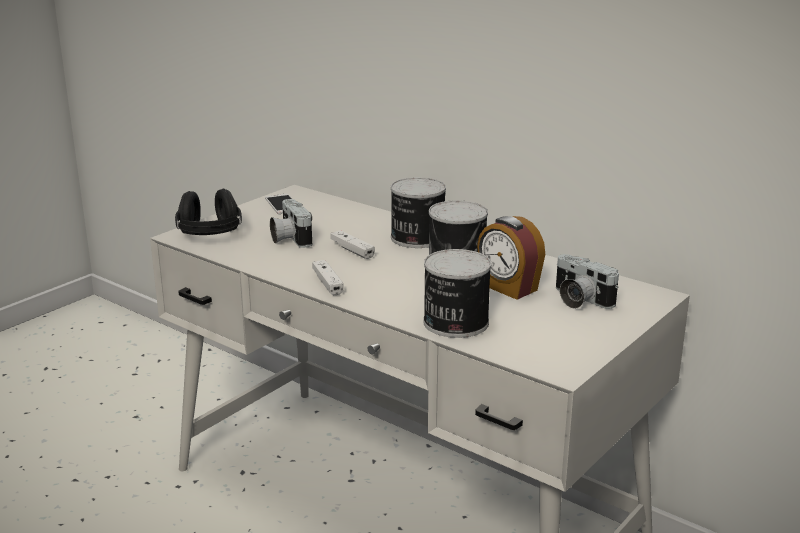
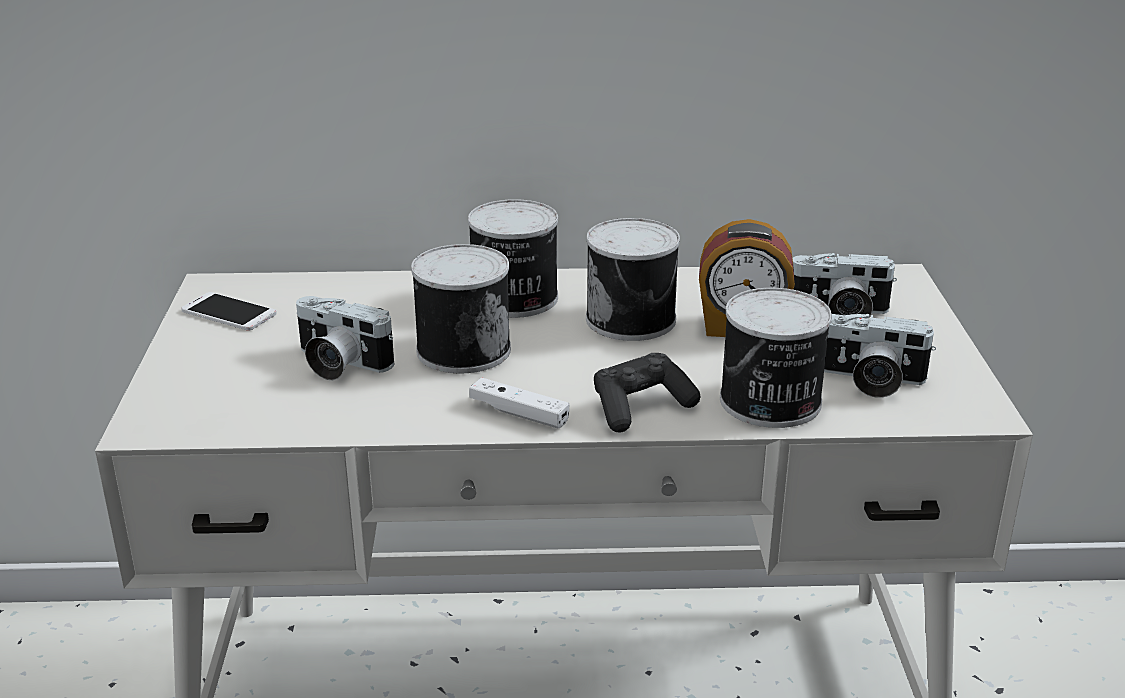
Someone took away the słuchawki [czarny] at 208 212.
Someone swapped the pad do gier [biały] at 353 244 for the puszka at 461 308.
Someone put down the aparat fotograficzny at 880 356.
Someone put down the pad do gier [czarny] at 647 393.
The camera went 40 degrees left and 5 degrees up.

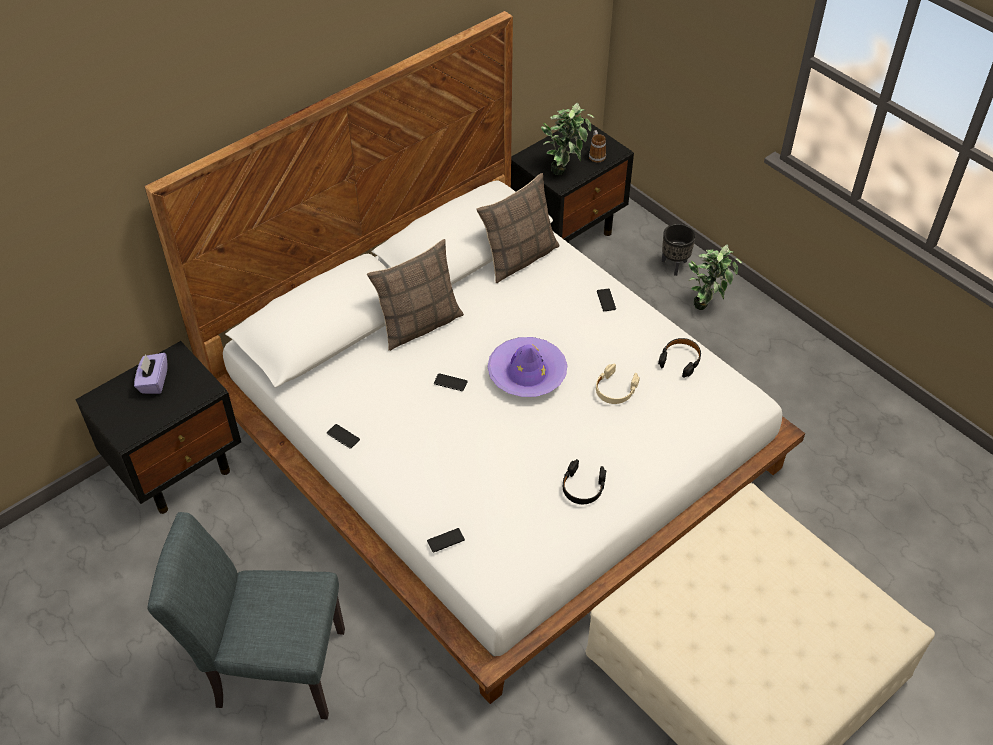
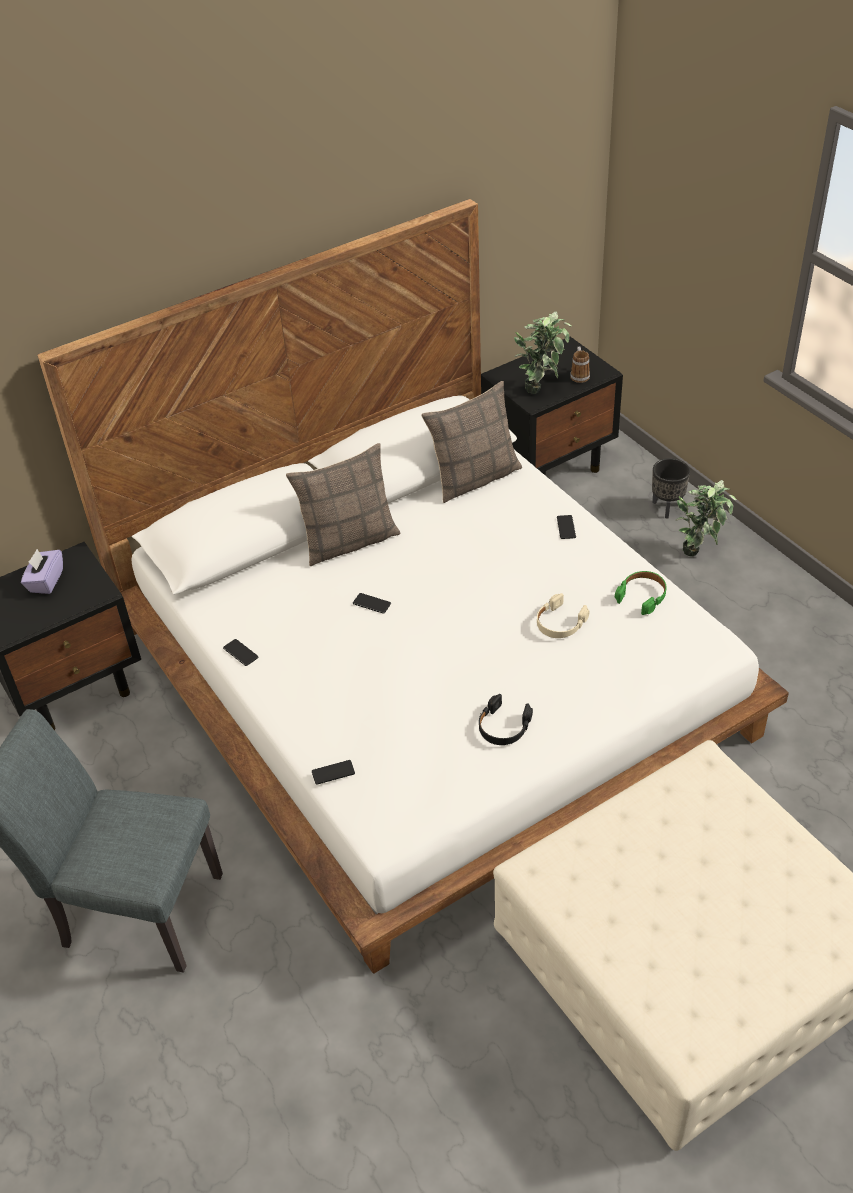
Someone took away the kapelusz [fioletowy] at 527 367.
Someone repainted the słuchawki [czarny] at 679 358, which became the słuchawki [zielony] at 641 593.
The camera went 10 degrees right and 5 degrees down.

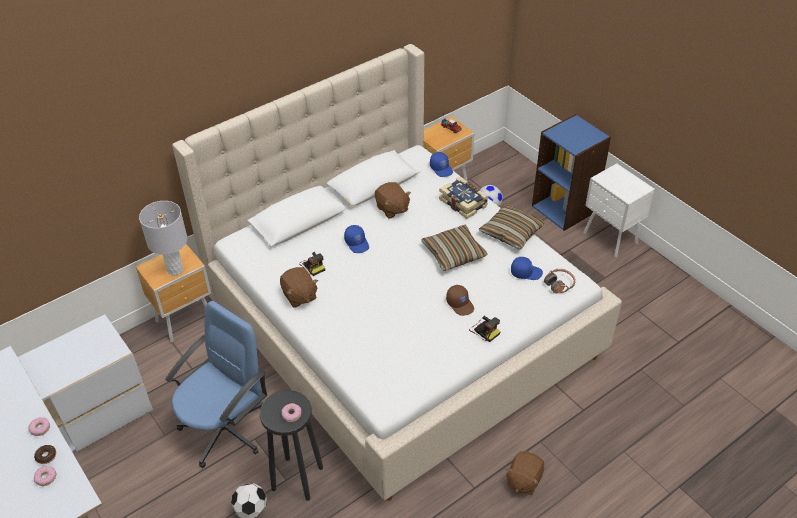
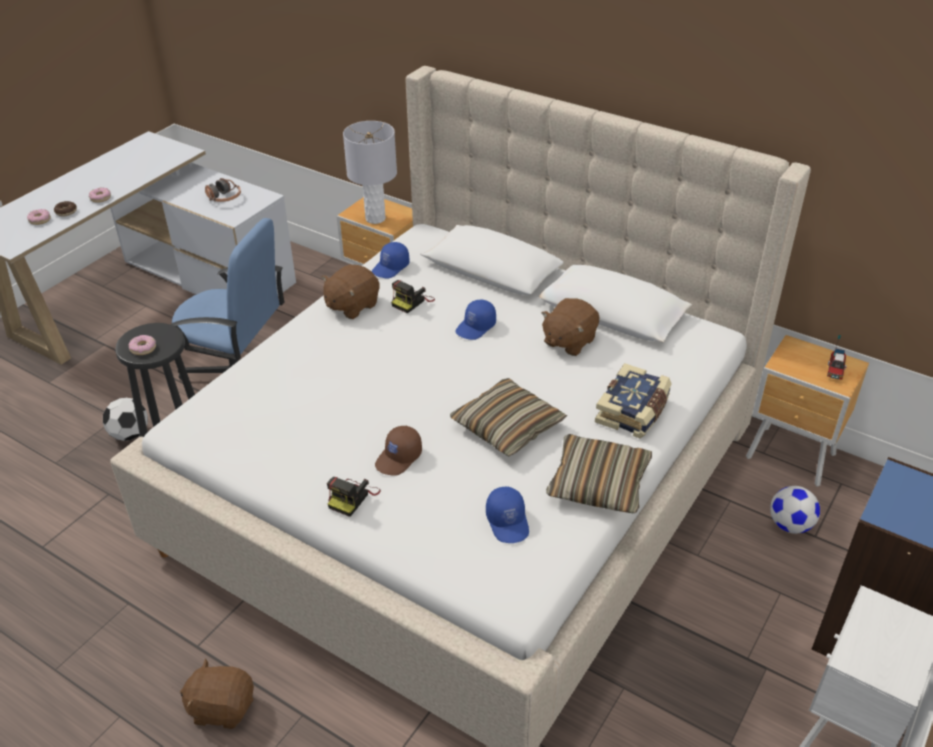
Someone carried the czapka z daszkiem [niebieski] from 441 164 to 391 260.
Someone carried the słuchawki from 560 281 to 223 190.
The camera went 70 degrees right and 5 degrees down.

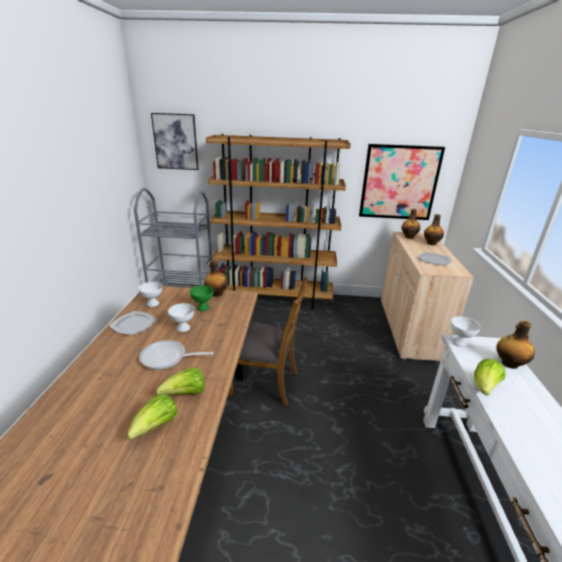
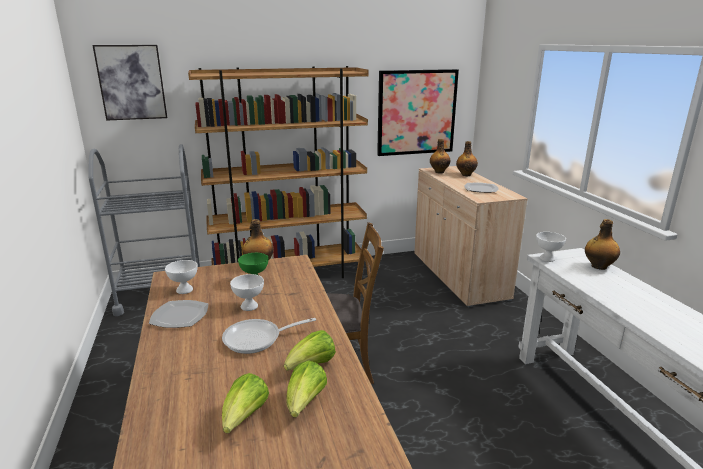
Someone carried the sałata from 490 377 to 245 403.
The camera went 20 degrees left and 5 degrees down.

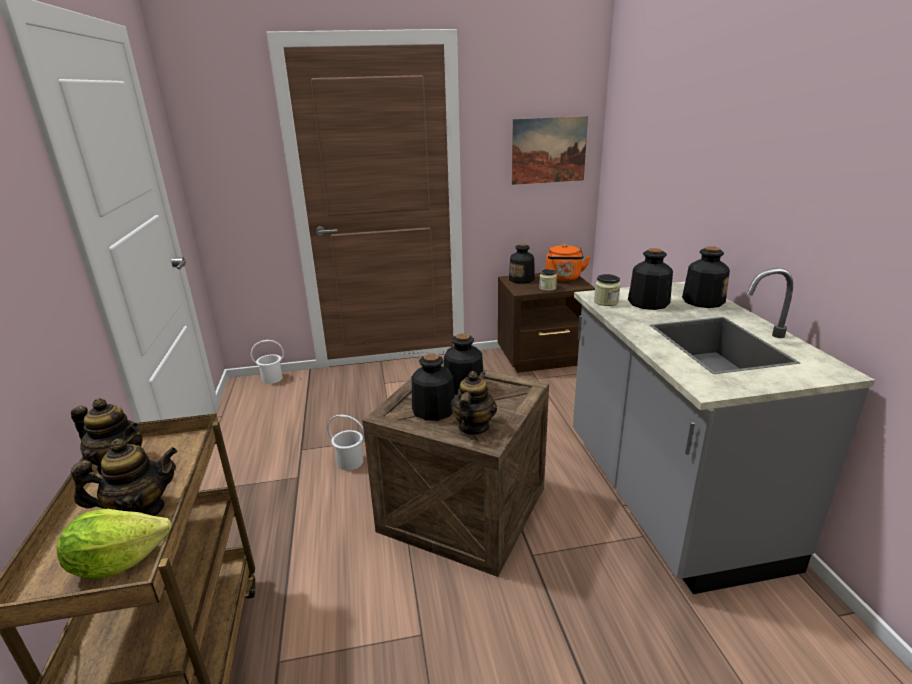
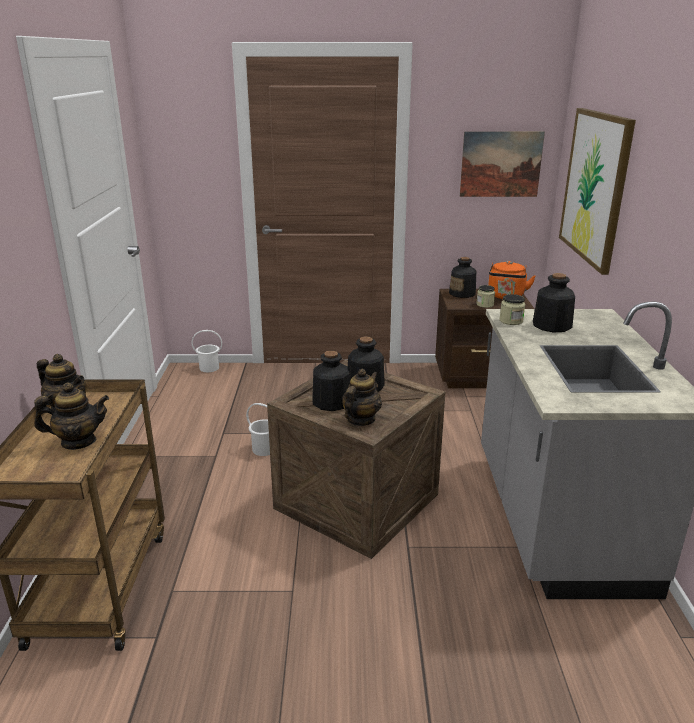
Someone took away the butelka at 706 277.
Someone took away the sałata at 114 544.
Someone put up the obraz at 597 191.
The camera went 10 degrees right and 0 degrees up.

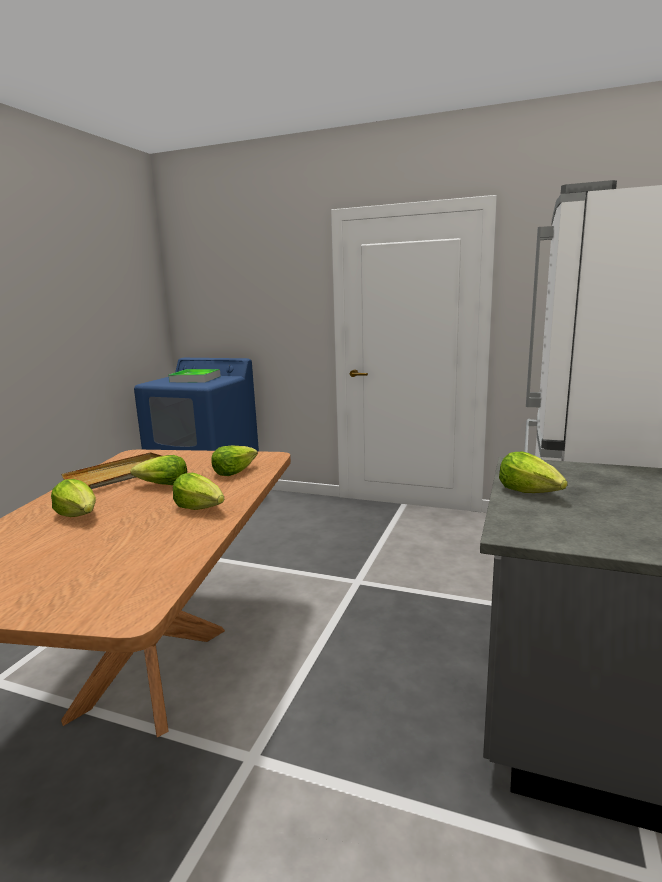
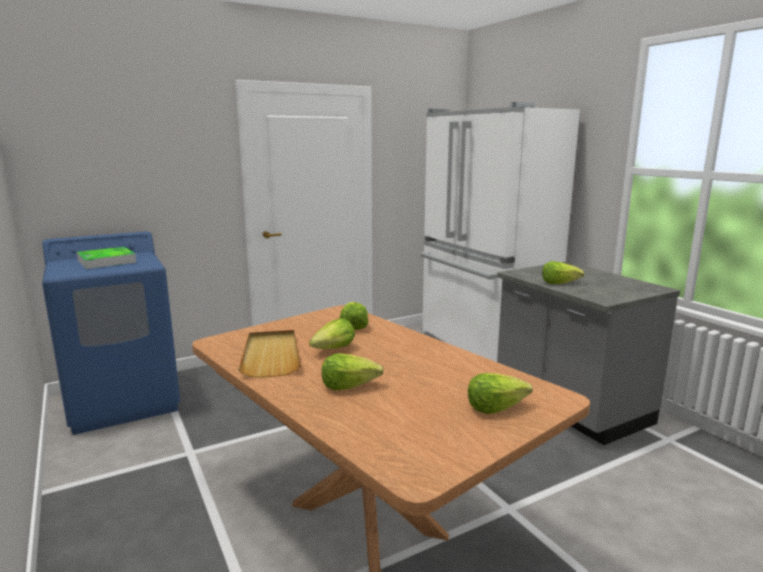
Someone carried the sałata from 199 491 to 500 393.
The camera went 50 degrees left and 0 degrees up.

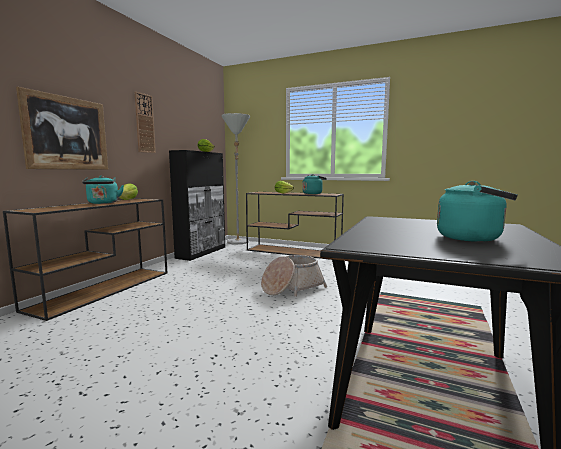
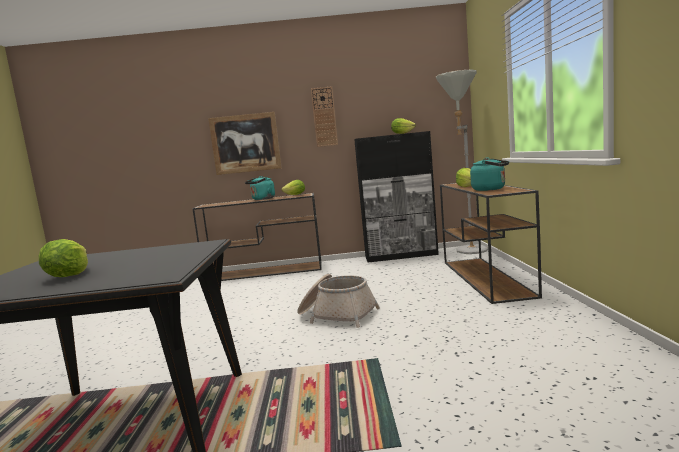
Someone swapped the czajnik [turkusowy] at 477 211 for the sałata at 63 258.
The camera went 65 degrees right and 0 degrees up.

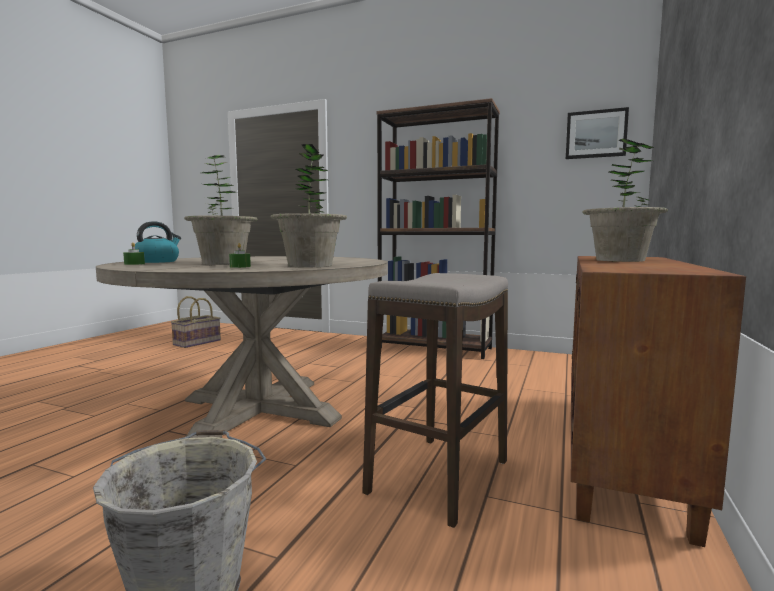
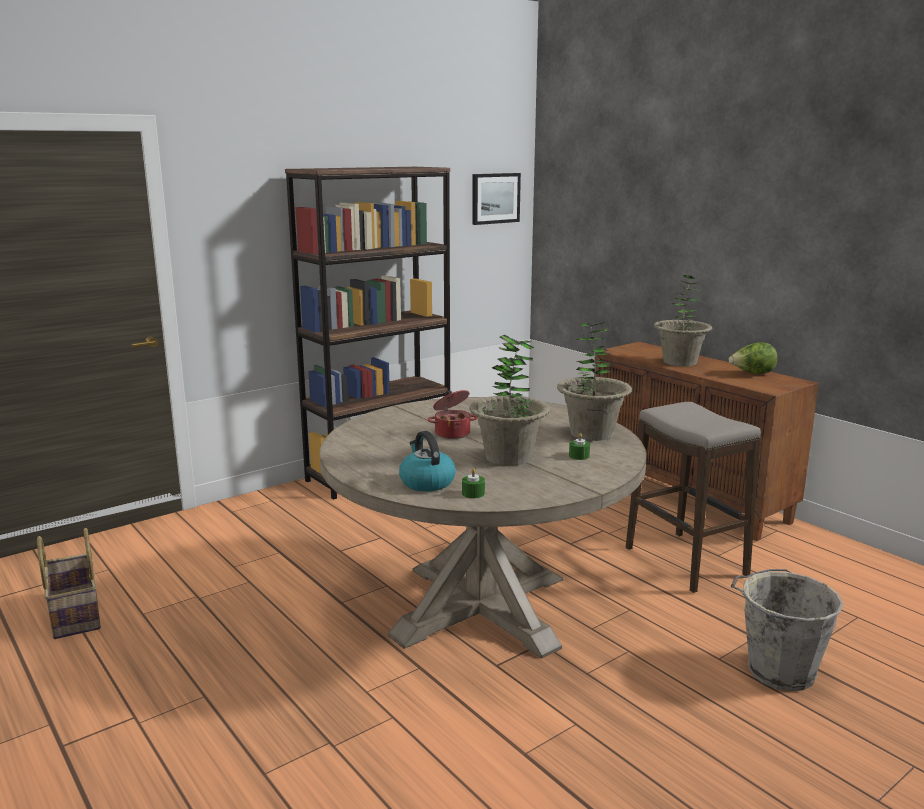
Someone put down the sałata at 753 358.
Someone put down the garnek at 452 414.
The camera went 60 degrees left and 10 degrees up.

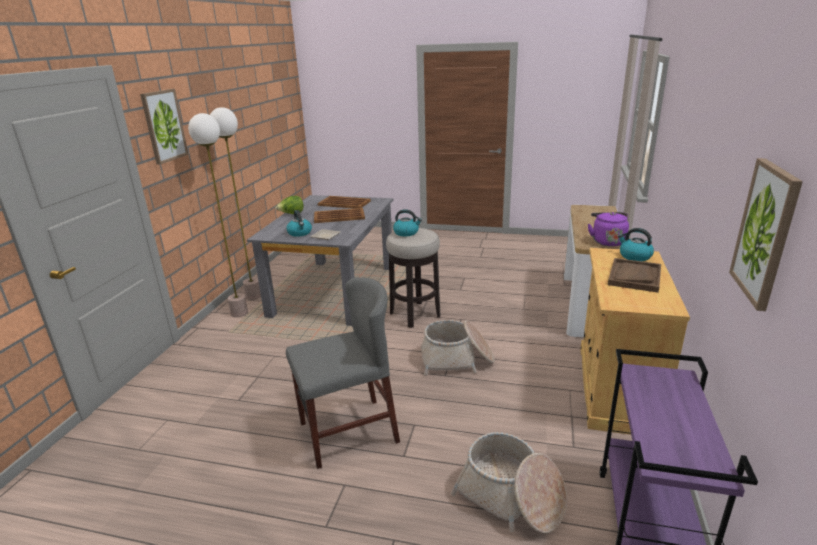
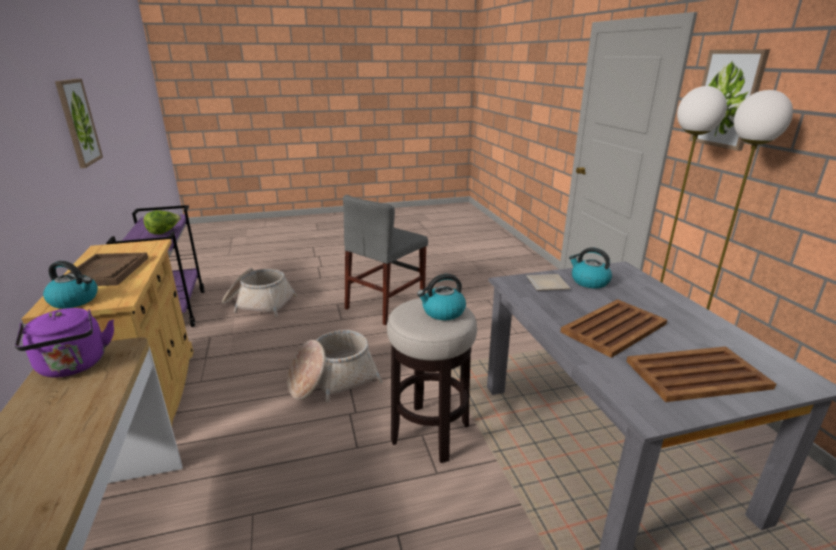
Someone carried the sałata from 290 205 to 162 222.
The camera went 150 degrees right and 0 degrees up.

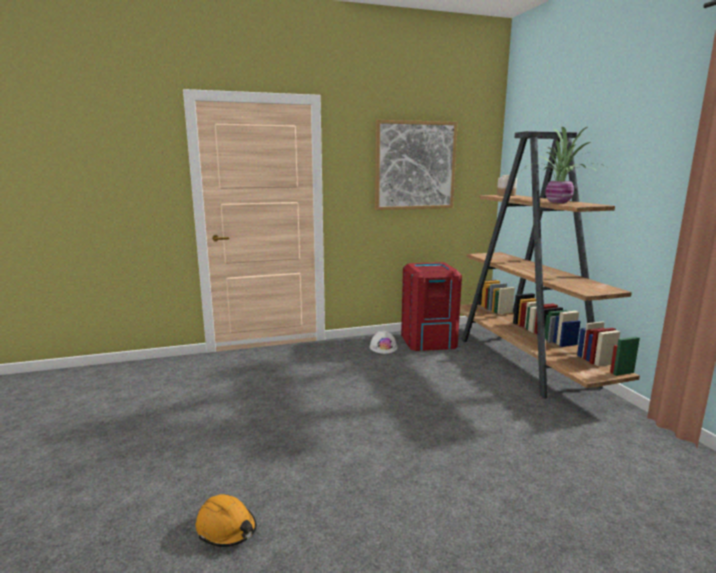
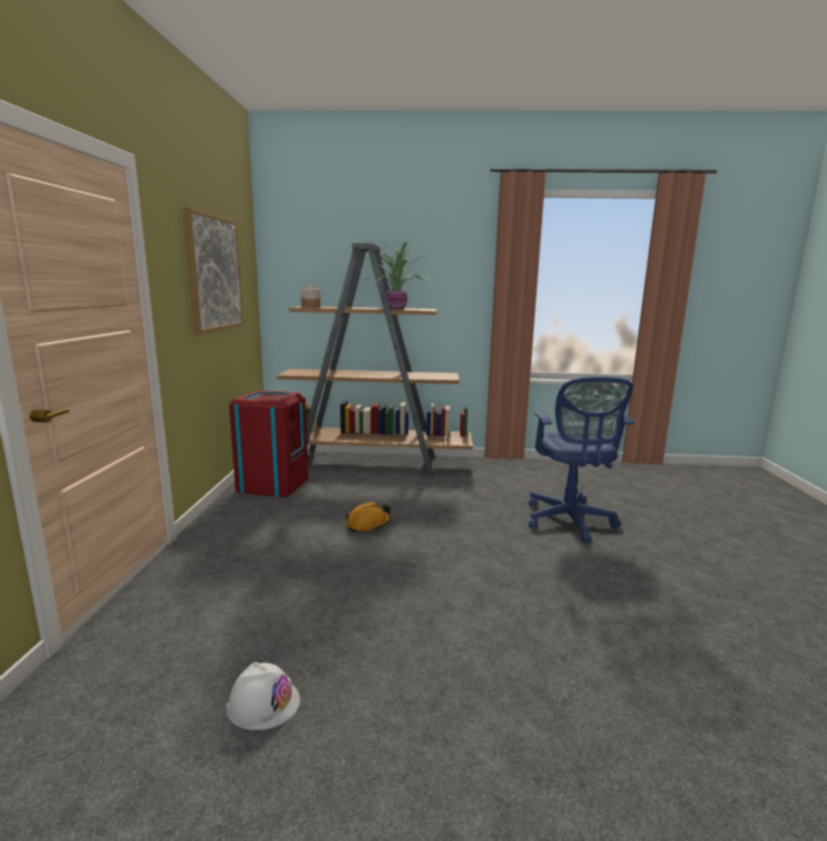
Someone carried the kask [biały] from 383 342 to 263 696.
Someone carried the kask [pomarańczowy] from 226 520 to 368 517.
Someone put down the krzesło biurowe [niebieski] at 581 460.
The camera went 70 degrees left and 0 degrees up.

